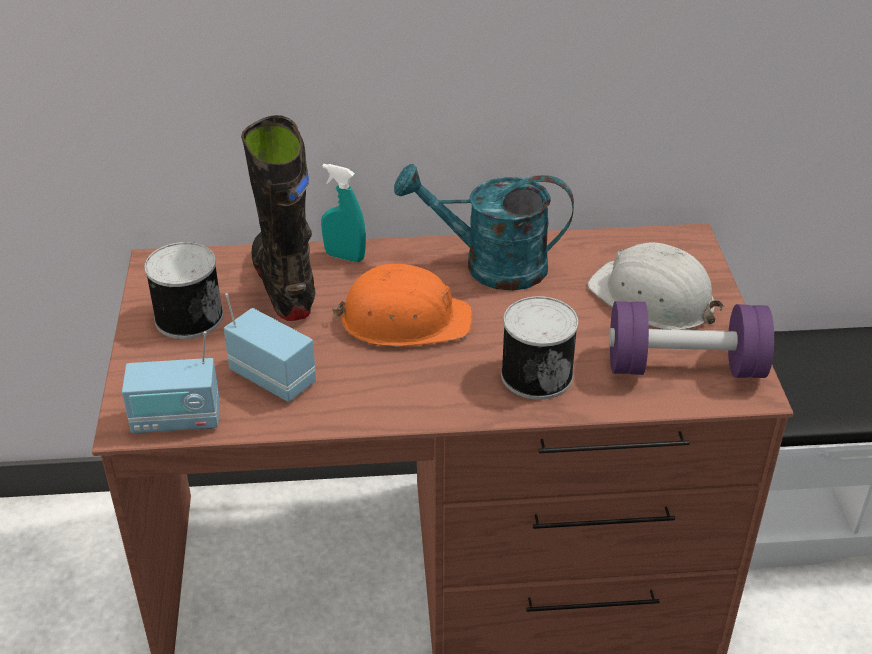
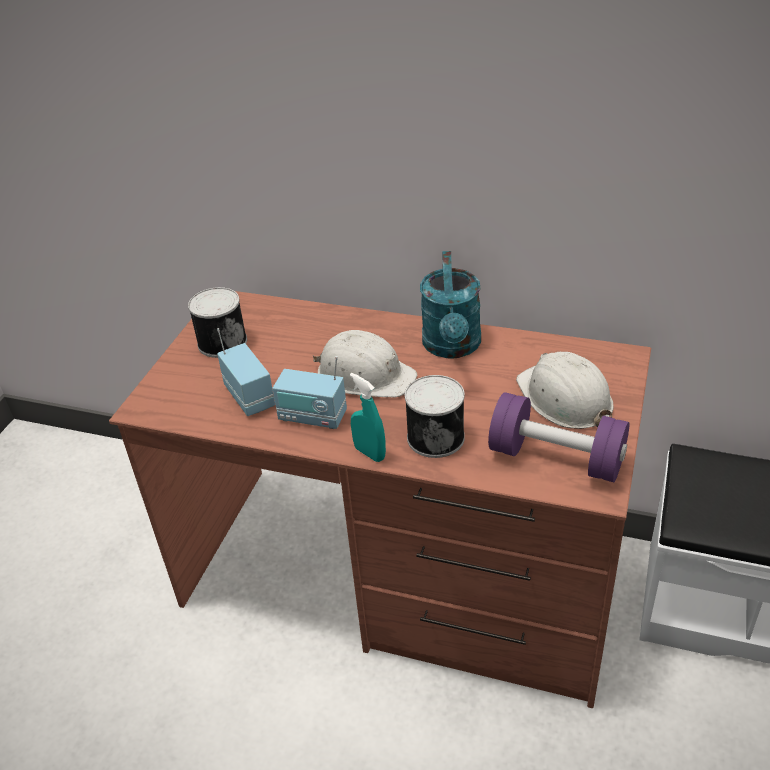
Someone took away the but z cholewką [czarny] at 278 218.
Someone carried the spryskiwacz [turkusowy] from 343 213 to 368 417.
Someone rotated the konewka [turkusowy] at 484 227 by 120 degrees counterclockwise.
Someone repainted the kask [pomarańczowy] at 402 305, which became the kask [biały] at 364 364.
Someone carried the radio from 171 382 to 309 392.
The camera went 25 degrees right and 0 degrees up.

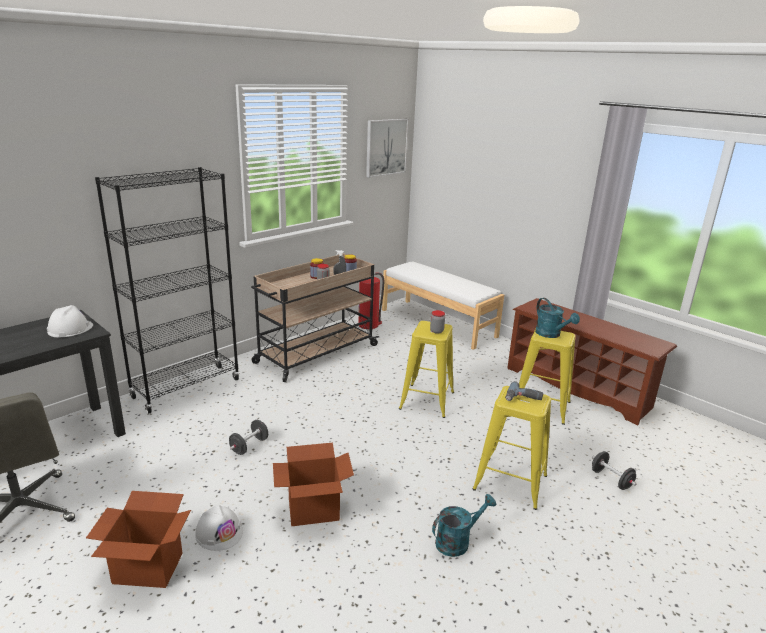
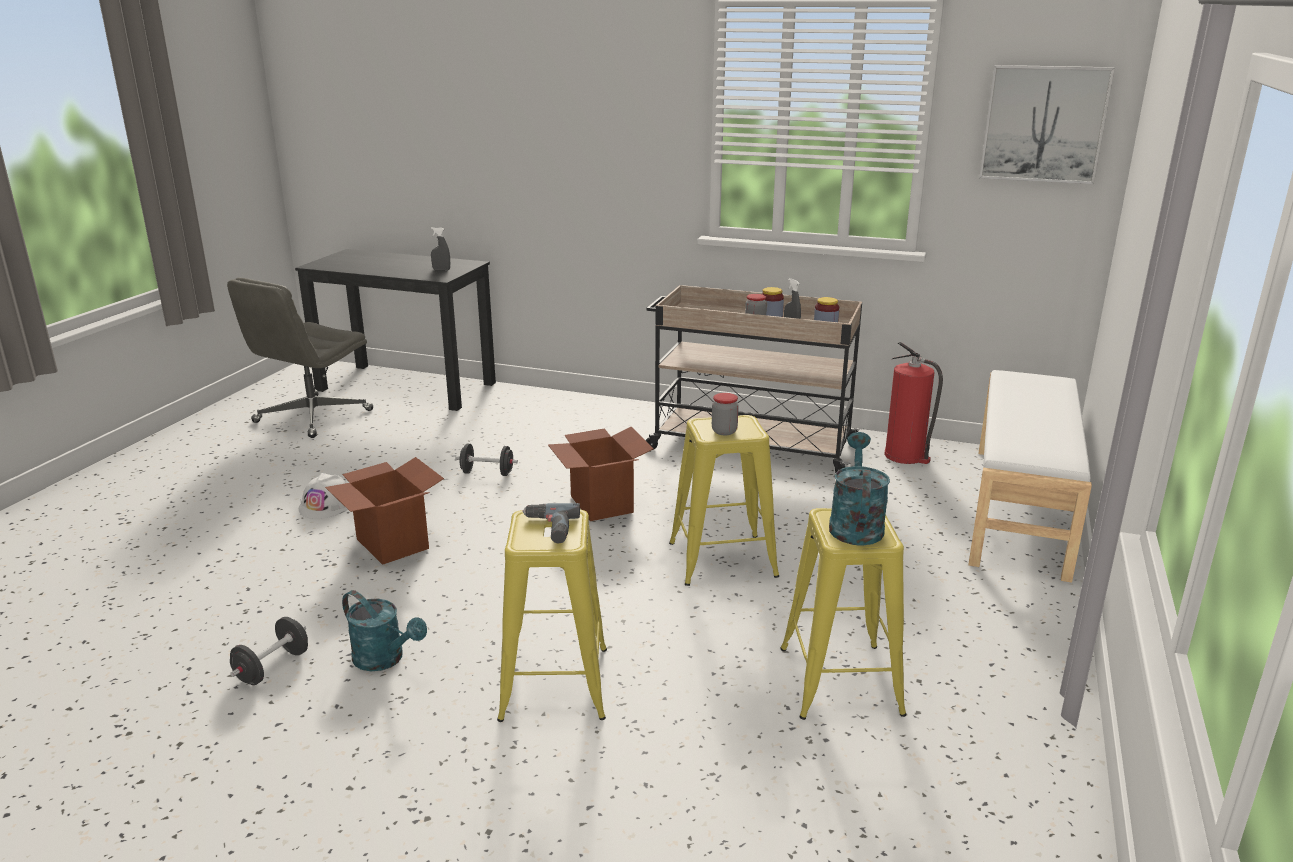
Someone took away the regał [czarny] at 167 290.
Someone took away the regał na buty [brązowy] at 592 361.
Someone rotated the konewka [turkusowy] at 557 318 by 150 degrees clockwise.
Someone swapped the kask [biały] at 70 321 for the spryskiwacz [szary] at 440 249.
Someone carried the hantel [czarny] from 614 470 to 269 651.
Someone carried the karton from 138 539 to 601 474.
The camera went 65 degrees right and 0 degrees up.

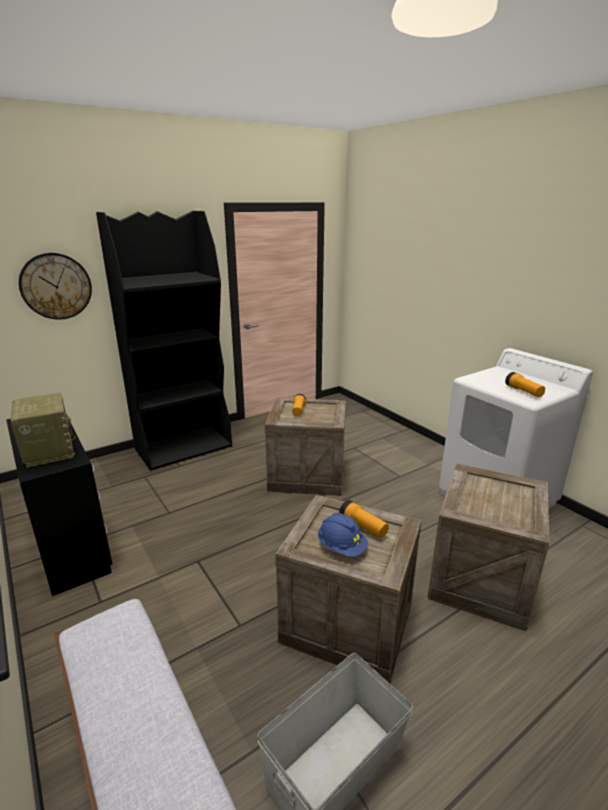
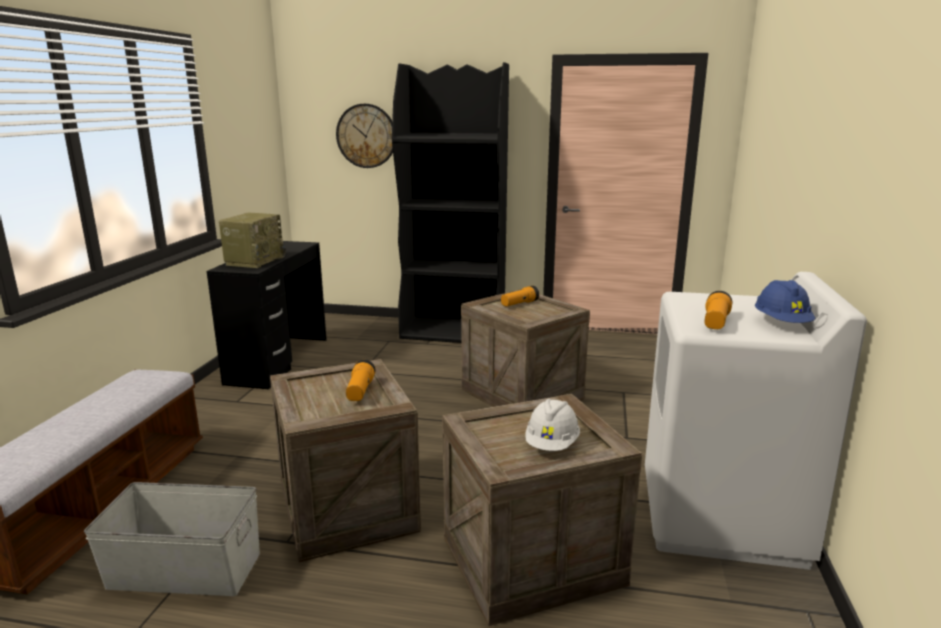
Someone carried the kask [niebieski] from 343 535 to 785 301.
Someone put down the kask [biały] at 552 425.
The camera went 45 degrees right and 5 degrees down.

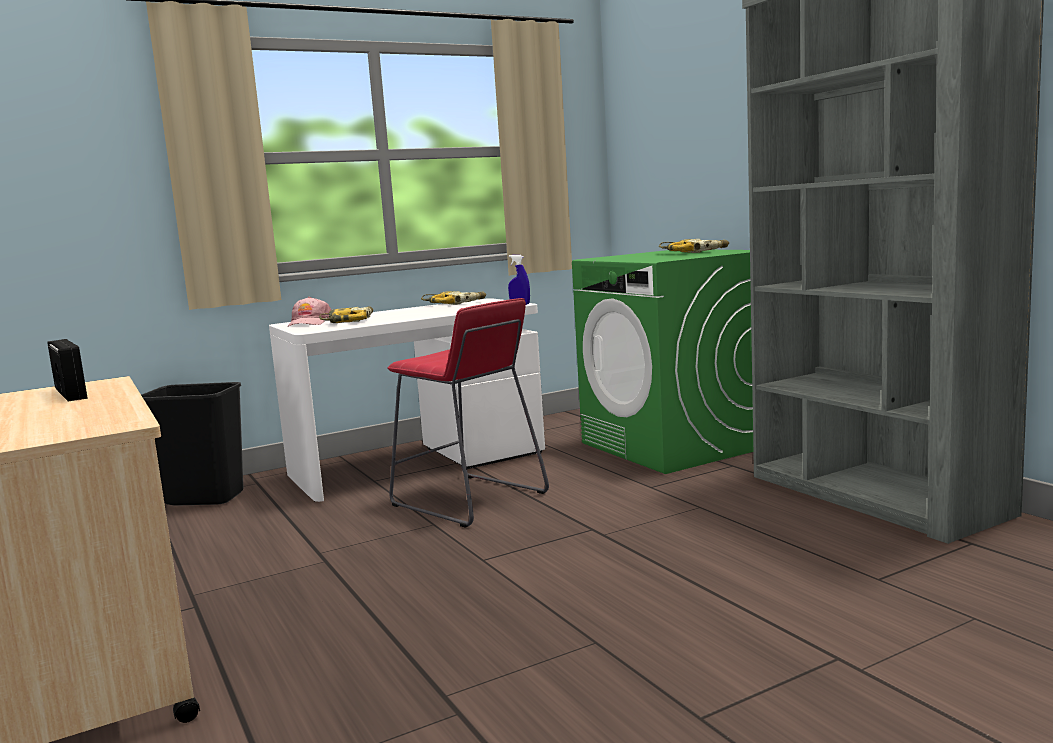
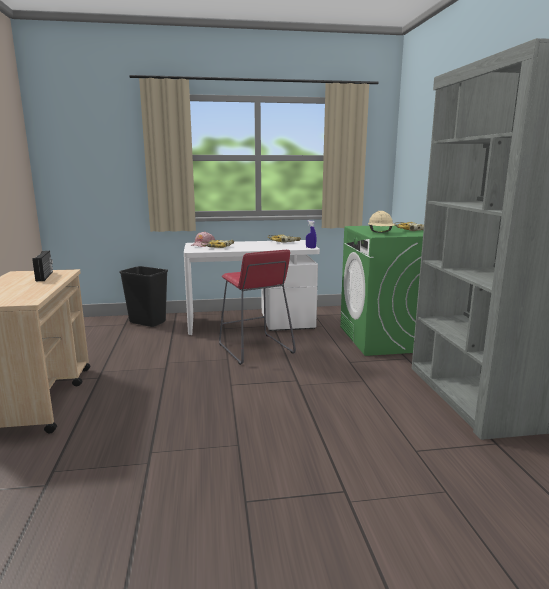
Someone put down the kask [beżowy] at 381 222.
The camera went 20 degrees right and 5 degrees up.

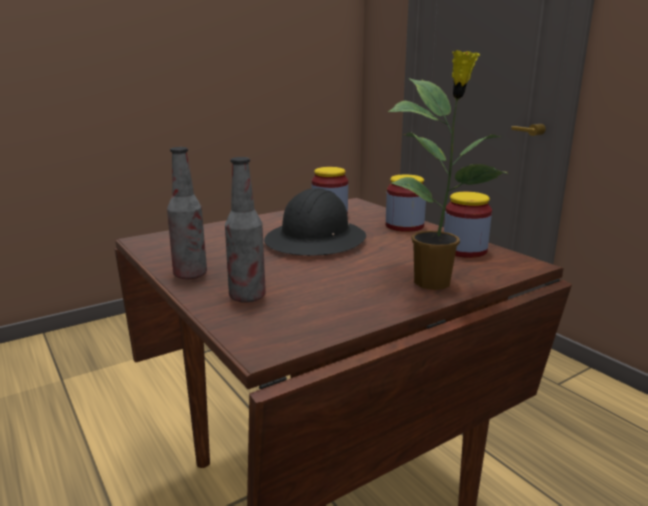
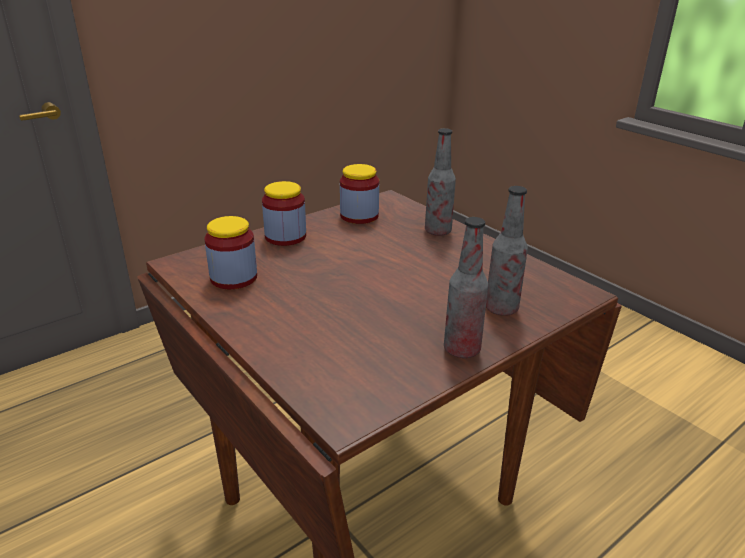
Someone swapped the roślina doniczkowa at 448 170 for the butelka at 440 182.
Someone took away the kask [czarny] at 315 222.
The camera went 95 degrees left and 10 degrees up.

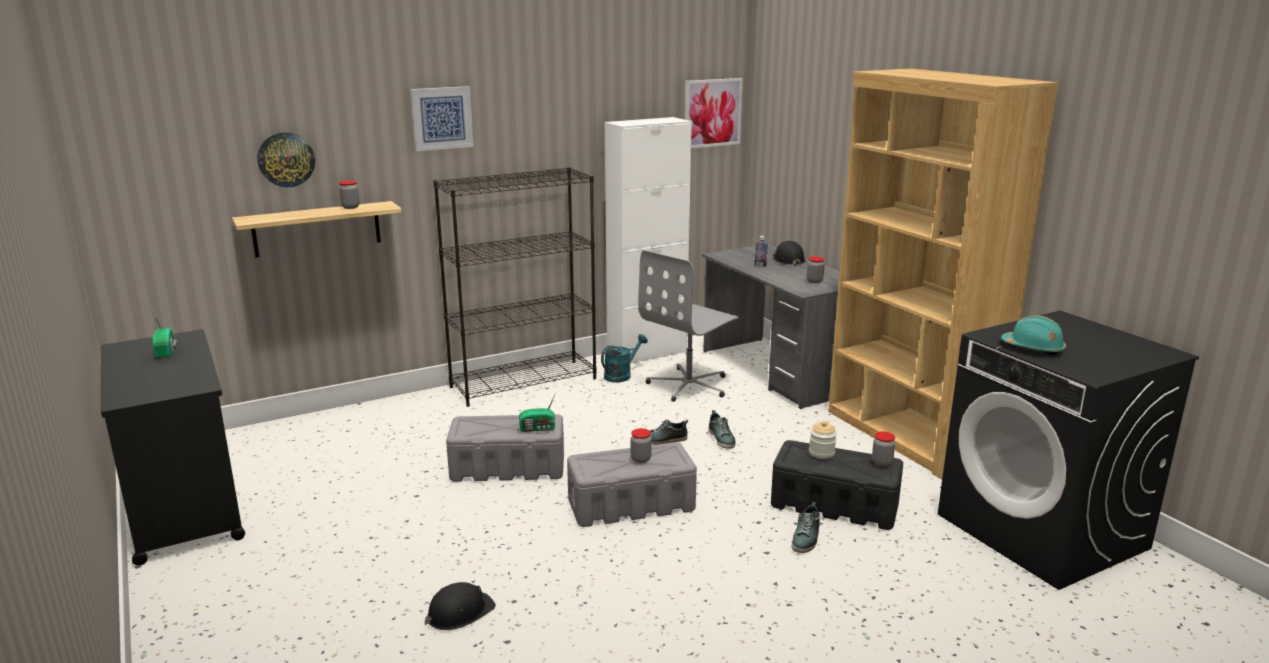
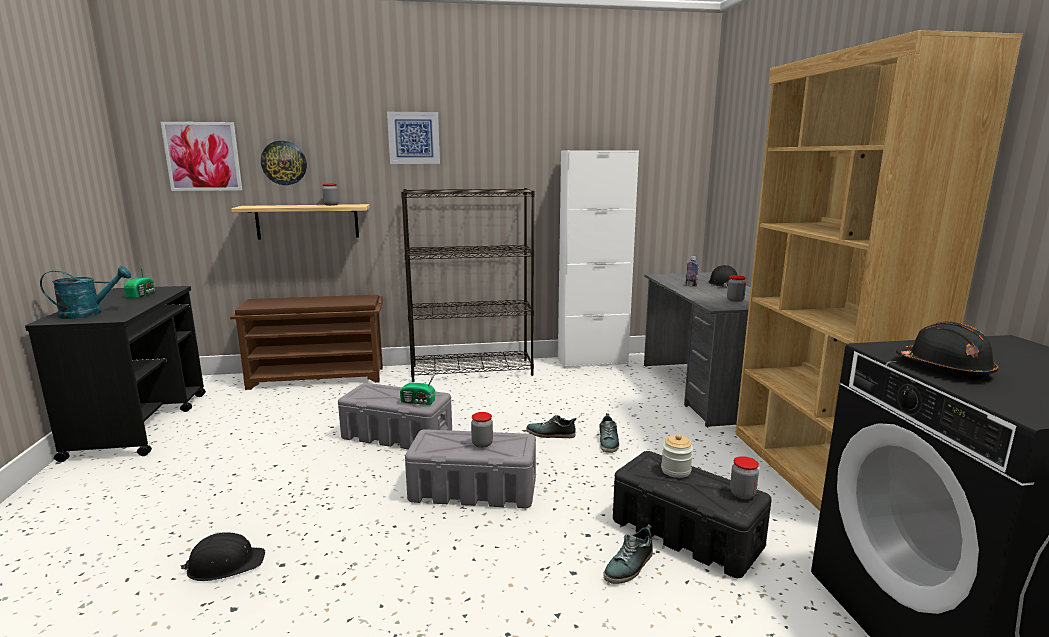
Someone carried the obraz from 714 113 to 201 156.
Someone took away the krzesło biurowe [szary] at 688 326.
Someone repainted the kask [turkusowy] at 1033 335, which became the kask [czarny] at 947 351.
Someone carried the konewka [turkusowy] from 624 358 to 85 292.
Someone put down the regał na buty [brązowy] at 306 342.
The camera went 20 degrees right and 5 degrees down.

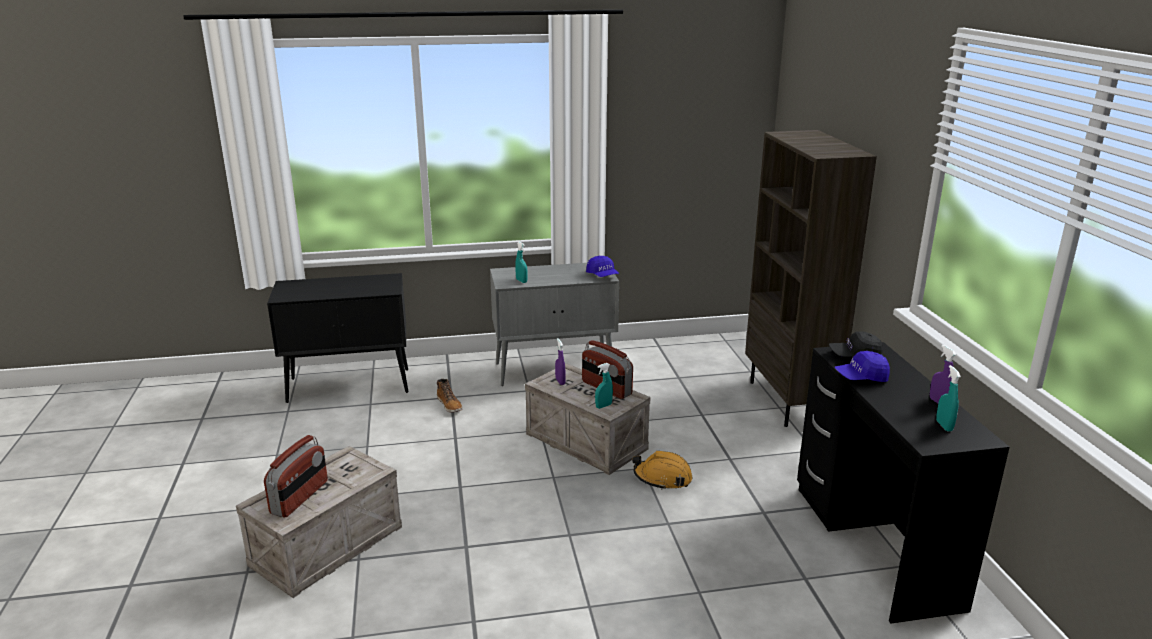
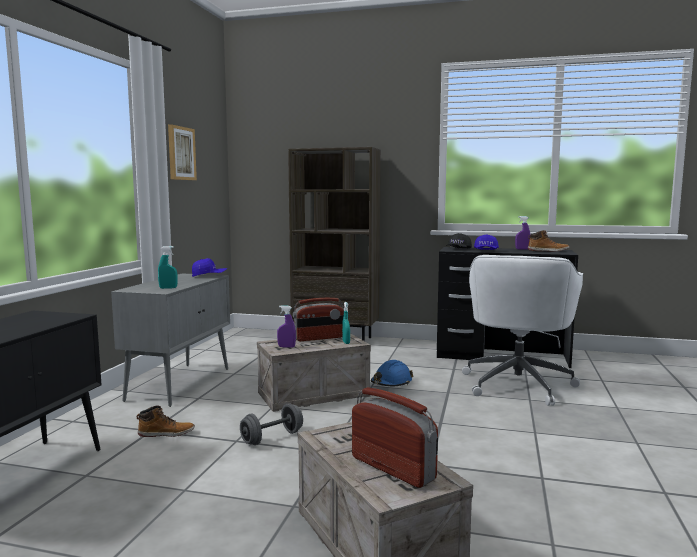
Someone swapped the spryskiwacz [turkusowy] at 948 398 for the but z cholewką at 549 241.
Someone repainted the kask [pomarańczowy] at 662 470, which became the kask [niebieski] at 392 373.
Someone put up the obraz at 182 152.
Someone put down the krzesło biurowe [biały] at 522 330.
Someone put down the hantel [szary] at 271 424.
The camera went 65 degrees left and 15 degrees down.

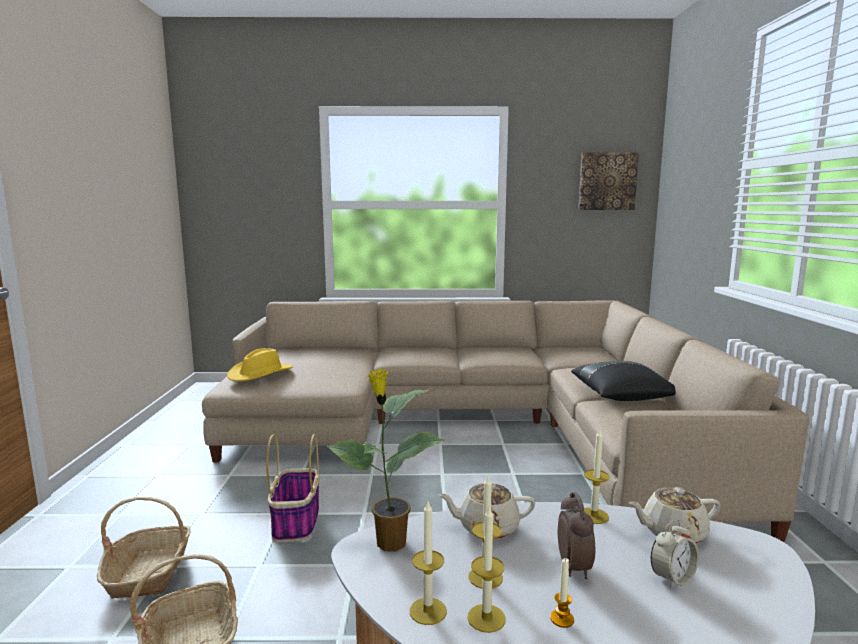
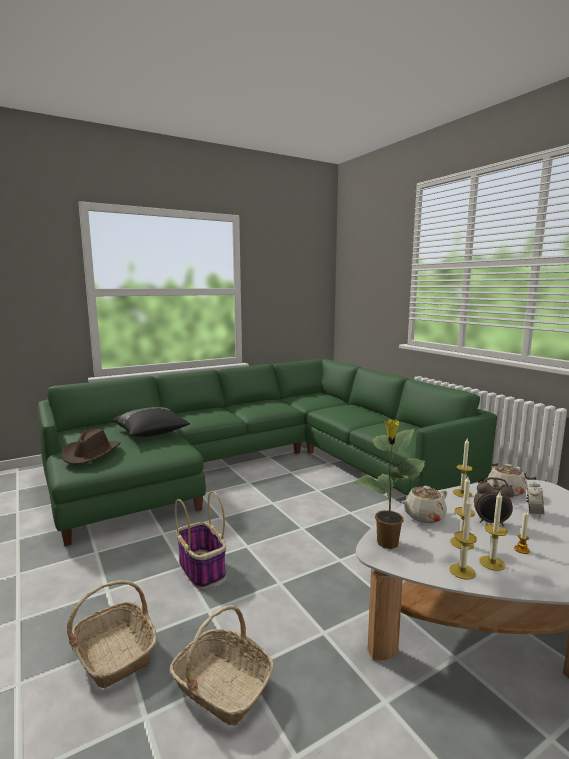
Someone took away the obraz at 608 181.
Someone repainted the kanapa [beżowy] at 505 421, which became the kanapa [zielony] at 267 452.
Someone repainted the kapelusz [żółty] at 260 364, which became the kapelusz [brązowy] at 91 447.
Someone carried the poduszka [czarny] from 623 381 to 151 422.
Someone rotated the budzik at 576 535 by 135 degrees clockwise.
The camera went 30 degrees left and 0 degrees up.

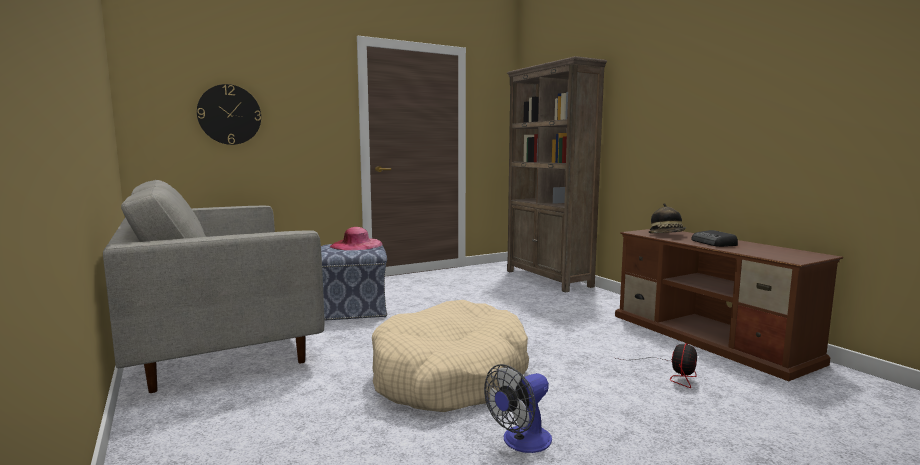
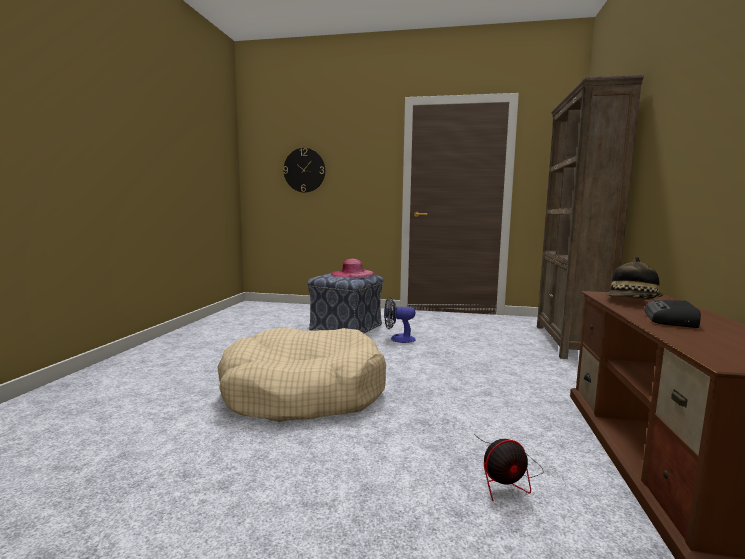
Someone took away the kanapa [szary] at 214 286.
Someone carried the wentylator from 518 408 to 400 319.
The camera went 40 degrees right and 0 degrees up.

